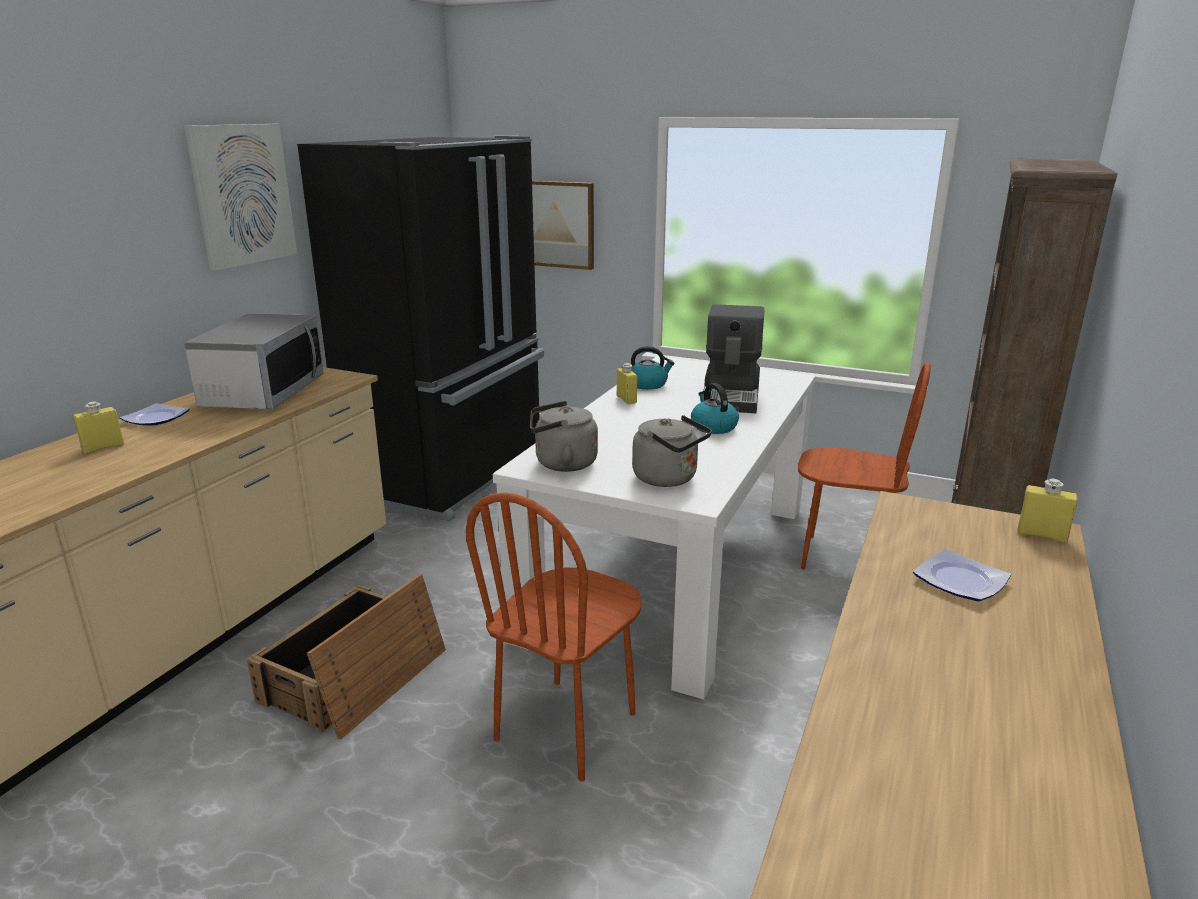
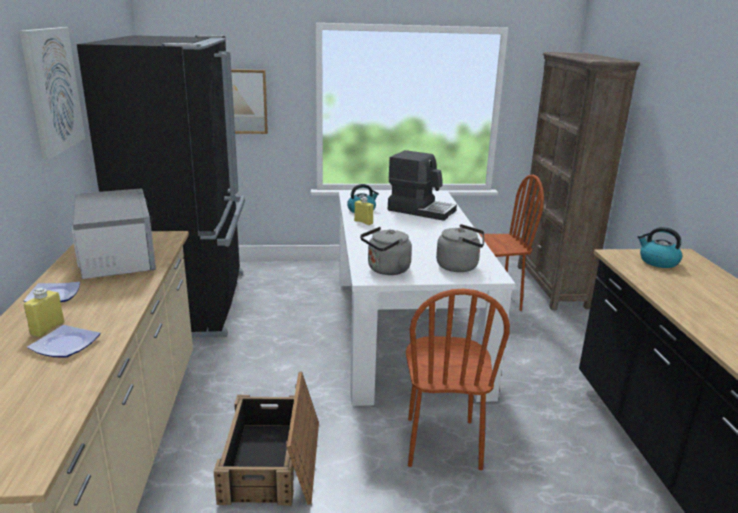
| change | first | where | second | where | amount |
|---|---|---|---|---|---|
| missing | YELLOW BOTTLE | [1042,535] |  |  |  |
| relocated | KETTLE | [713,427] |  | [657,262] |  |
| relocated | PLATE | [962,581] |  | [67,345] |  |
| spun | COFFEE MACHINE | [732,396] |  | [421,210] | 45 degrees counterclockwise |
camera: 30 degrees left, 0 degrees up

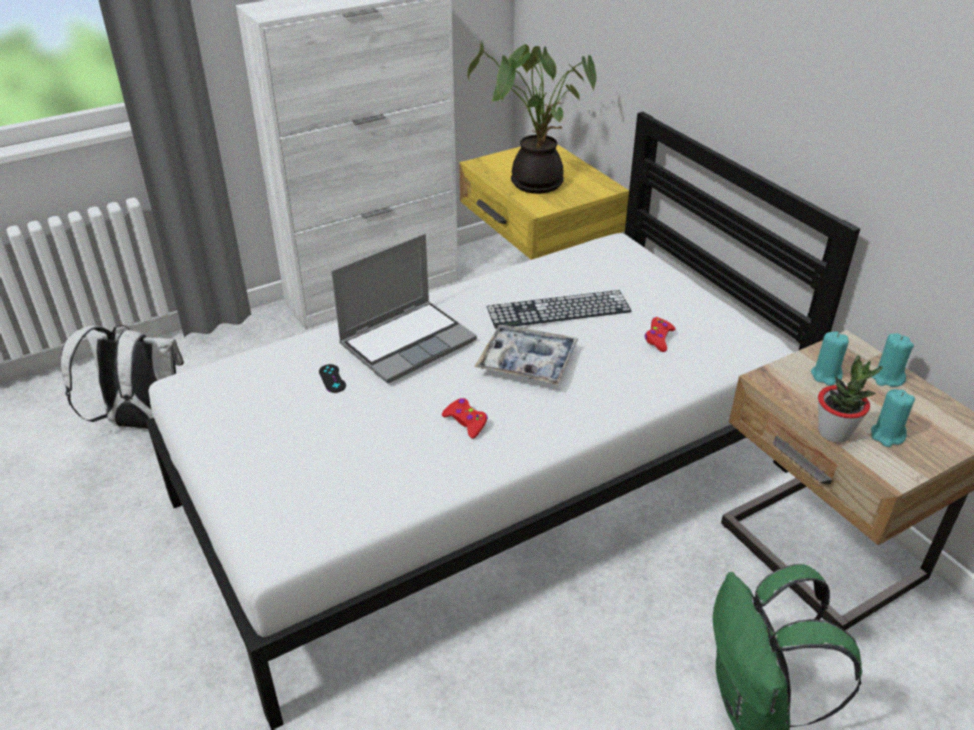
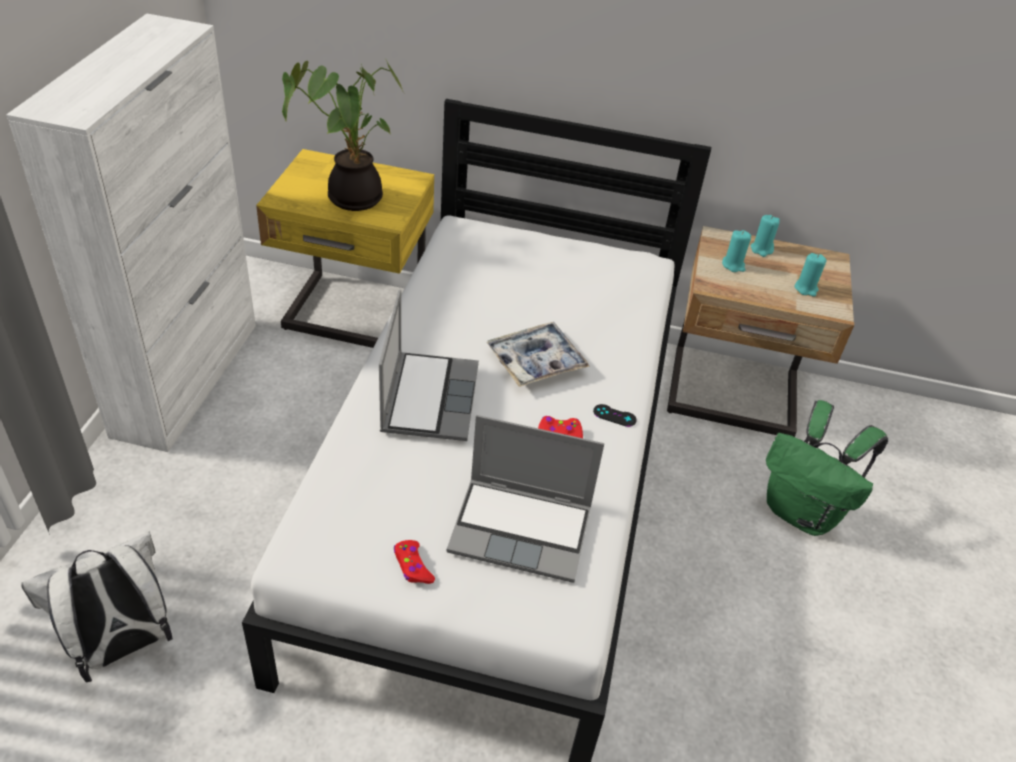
| change | first | where | second | where | amount |
|---|---|---|---|---|---|
| missing | KEYBOARD | [558,310] |  |  |  |
| missing | POTTED PLANT | [834,432] |  |  |  |
| appeared |  |  | LAPTOP | [522,530] |  |
| relocated | BLACK GAME CONTROLLER | [332,378] |  | [614,415] |  |
| relocated | RED GAME CONTROLLER | [658,338] |  | [412,566] |  |
camera: 50 degrees left, 5 degrees up

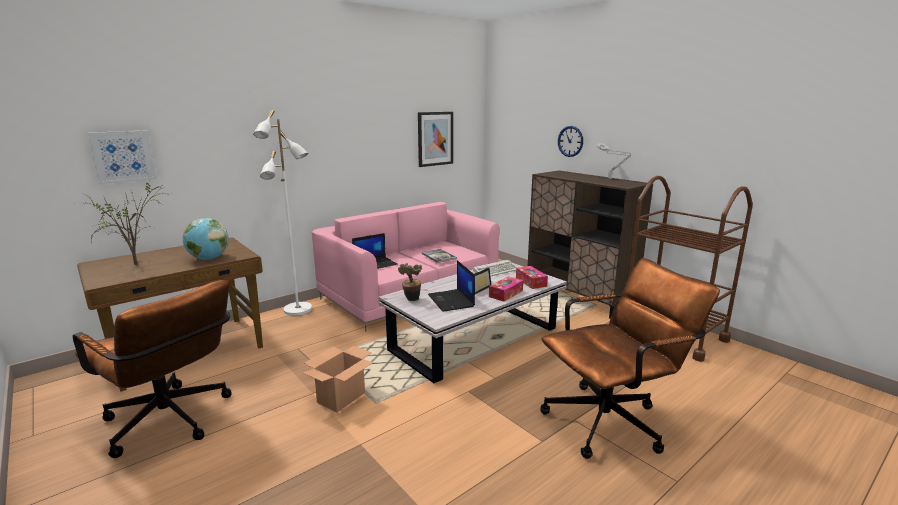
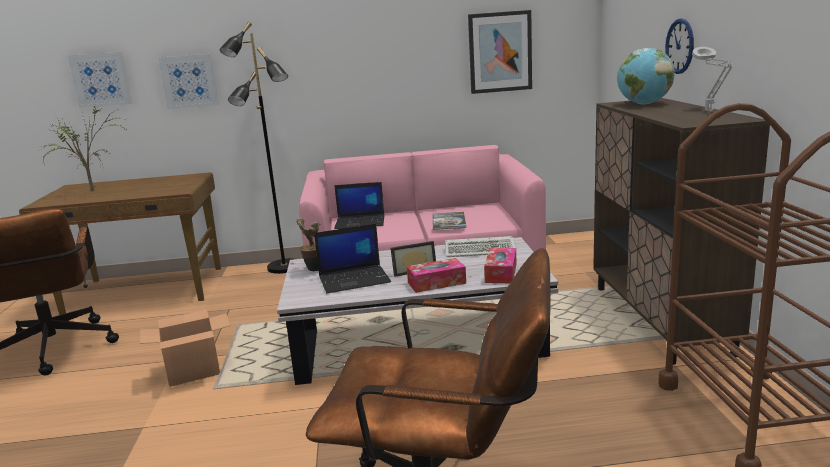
| change | first | where | second | where | amount |
|---|---|---|---|---|---|
| appeared |  |  | PICTURE | [189,81] |  |
| relocated | GLOBE | [209,259] |  | [643,104] |  |
| colour | WHITE FLOOR LAMP | [298,310] | BLACK FLOOR LAMP | [284,268] |  |
| spun | LAPTOP | [451,301] |  | [355,279] | 120 degrees counterclockwise |
camera: 35 degrees right, 0 degrees up

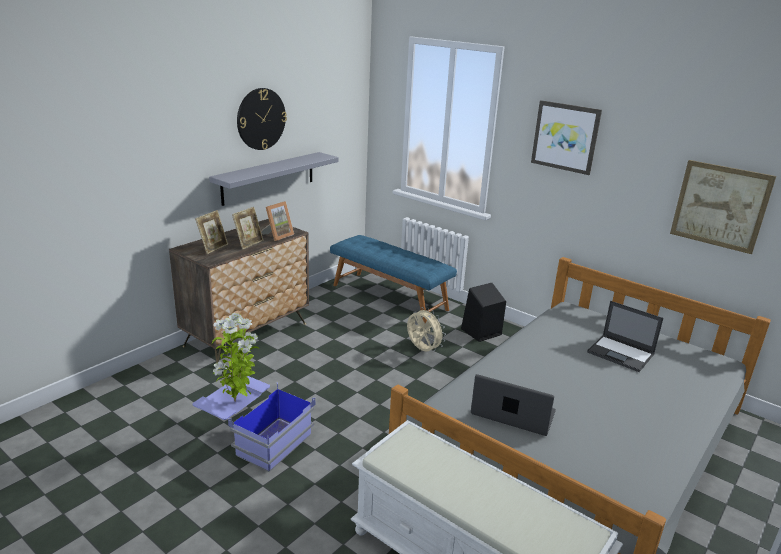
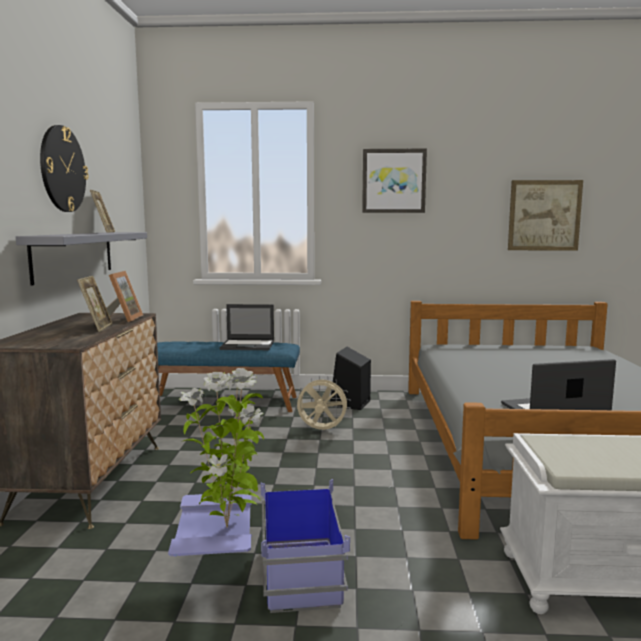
| change | first | where | second | where | amount |
|---|---|---|---|---|---|
| relocated | PICTURE FRAME | [213,248] |  | [104,232] |  |
| relocated | LAPTOP | [621,354] |  | [248,345] |  |
camera: 35 degrees left, 15 degrees down

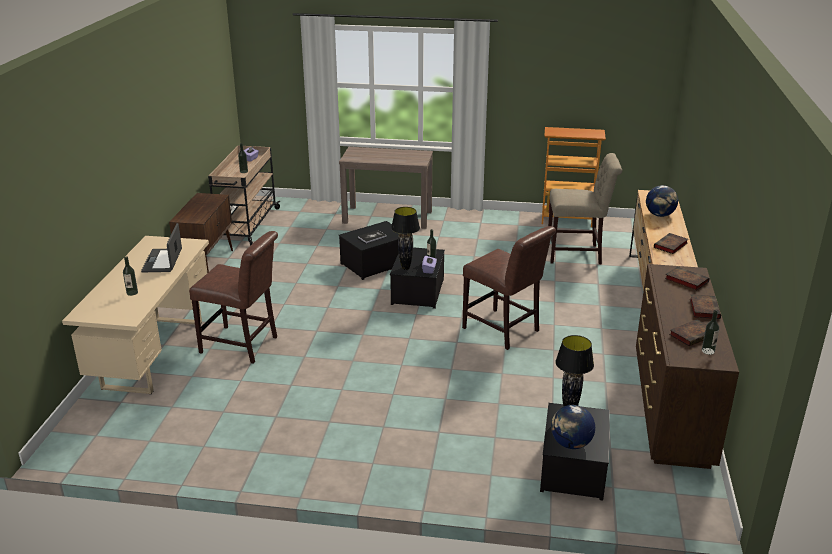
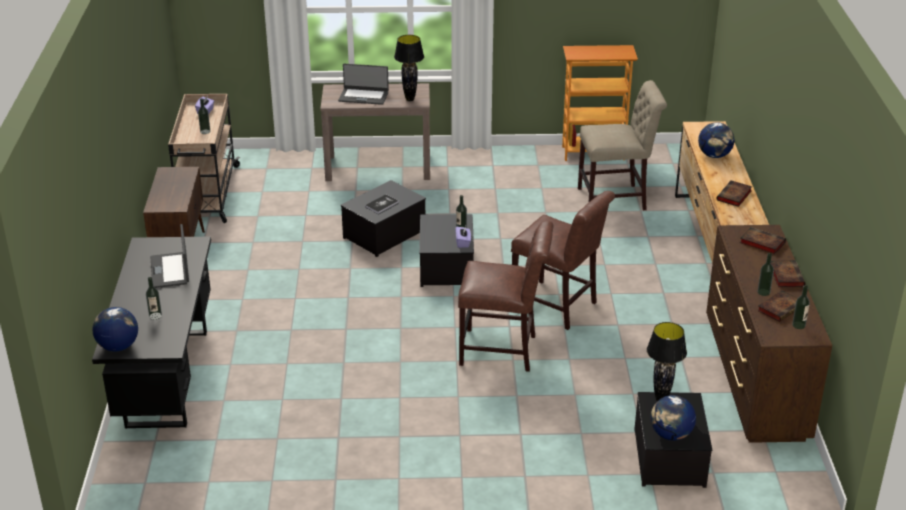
| change | first | where | second | where | amount |
|---|---|---|---|---|---|
| appeared |  |  | GLOBE | [118,346] |  |
| appeared |  |  | LAPTOP | [363,96] |  |
| appeared |  |  | BOTTLE | [763,292] |  |
| relocated | BROWN CHAIR | [242,345] |  | [503,351] |  |
| relocated | BLACK TABLE LAMP | [405,268] |  | [410,99] |  |
| colour | BEIGE DESK | [154,353] | BLACK DESK | [167,377] |  |
camera: 10 degrees left, 5 degrees up

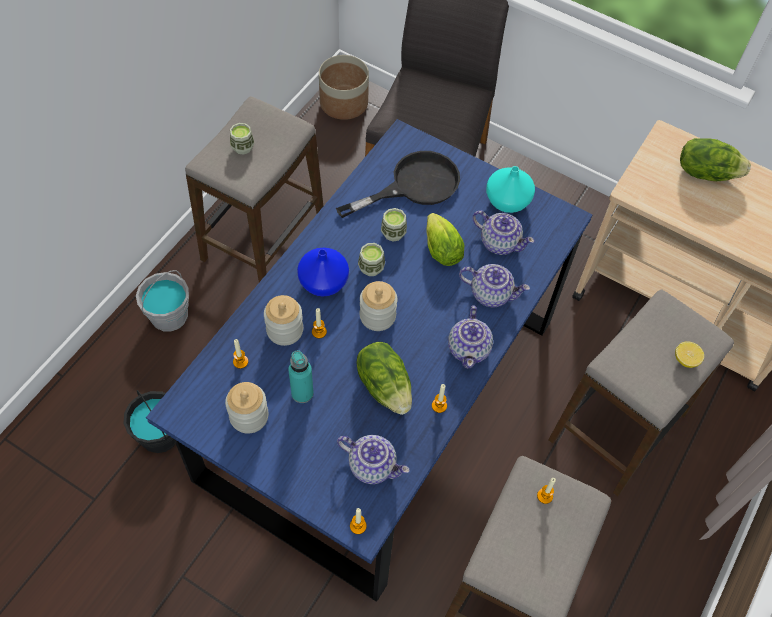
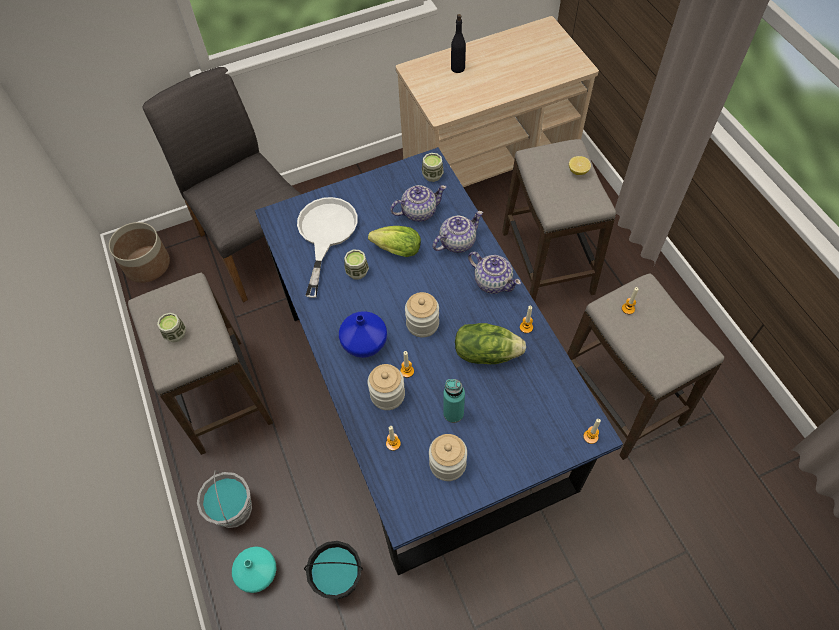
| change | first | where | second | where | amount |
|---|---|---|---|---|---|
| missing | TEAPOT | [373,465] |  |  |  |
| relocated | CUP | [371,267] |  | [432,175] |  |
| relocated | TURQUOISE VASE | [507,202] |  | [258,574] |  |
| exchanged | LETTUCE | [706,172] | BLACK BOTTLE | [458,68] |  |
| colour | BLACK FRYING PAN | [414,185] | WHITE FRYING PAN | [325,234] |  |
camera: 50 degrees left, 0 degrees up

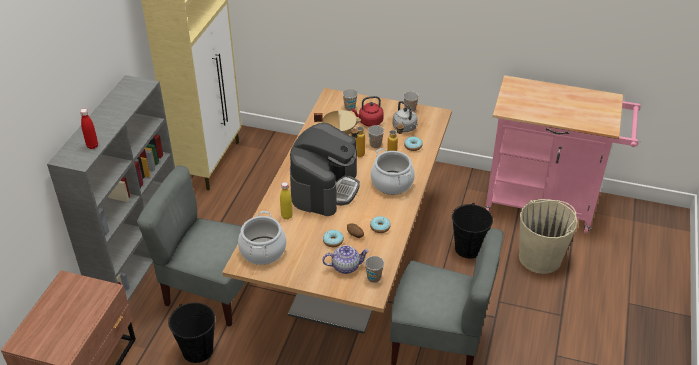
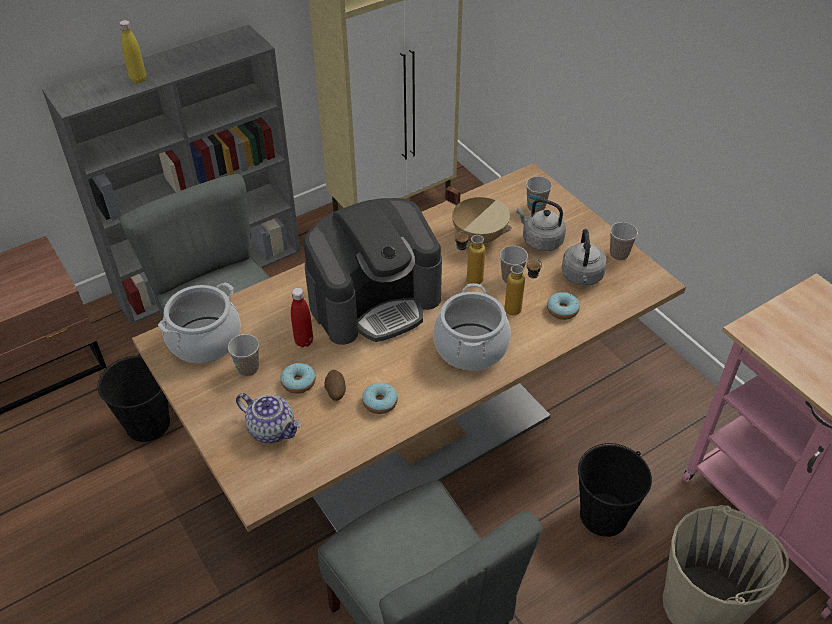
| change | first | where | second | where | amount |
|---|---|---|---|---|---|
| relocated | RED BOTTLE | [92,146] |  | [304,341] |  |
| relocated | YELLOW BOTTLE | [286,216] |  | [138,80] |  |
| relocated | CUP | [374,278] |  | [248,368] |  |
| colour | RED KETTLE | [369,122] | GREY KETTLE | [540,241] |  |
camera: 40 degrees right, 5 degrees up

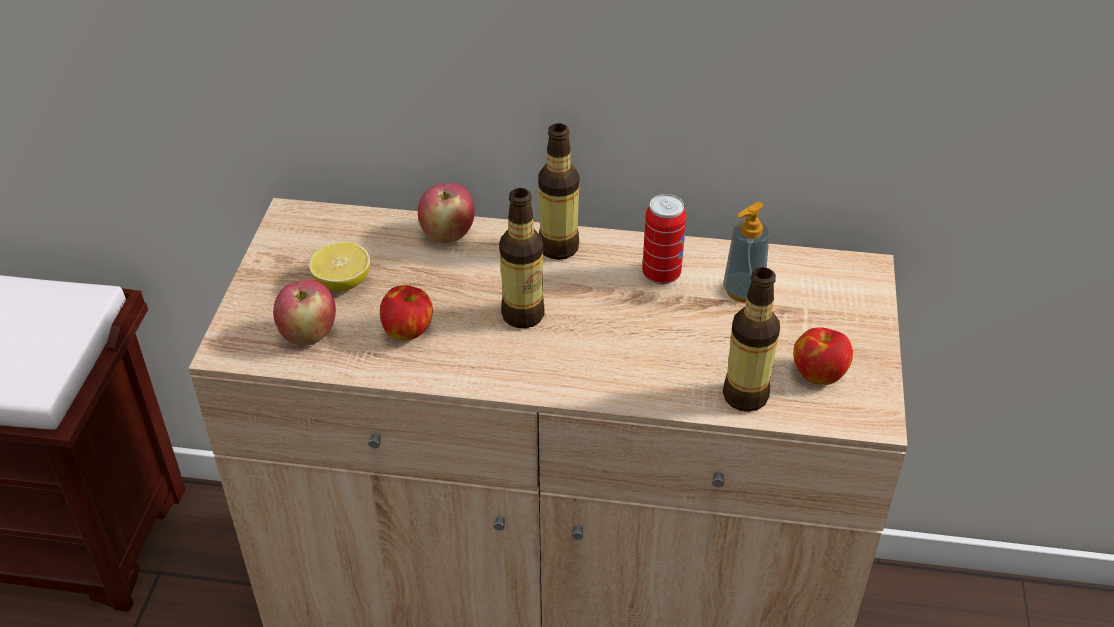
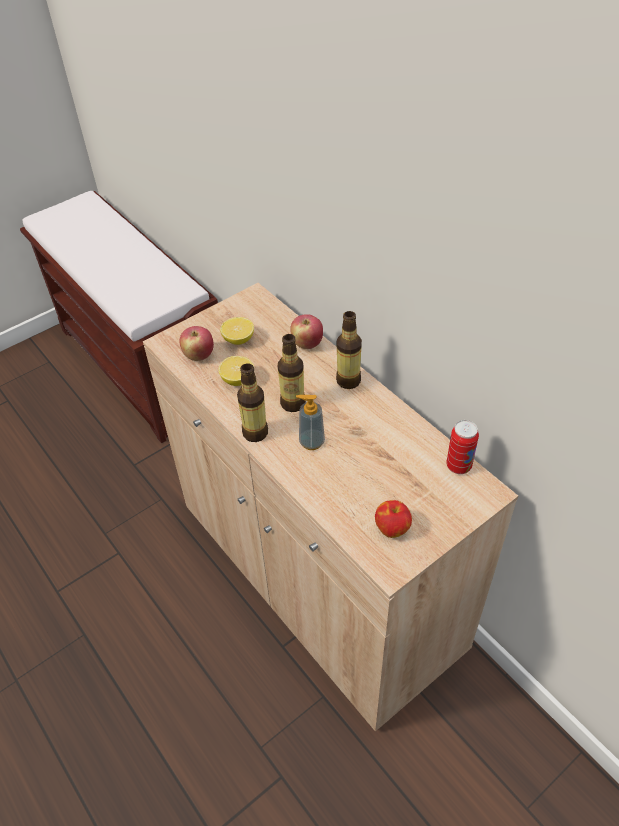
| change | first | where | second | where | amount |
|---|---|---|---|---|---|
| relocated | CAN | [661,274] |  | [458,466] |  |
| relocated | SOAP DISPENSER | [743,291] |  | [311,442] |  |
| relocated | BOTTLE | [745,396] |  | [255,433] |  |
| exchanged | APPLE | [408,331] | LEMON | [237,379] |  |
camera: 45 degrees right, 5 degrees up

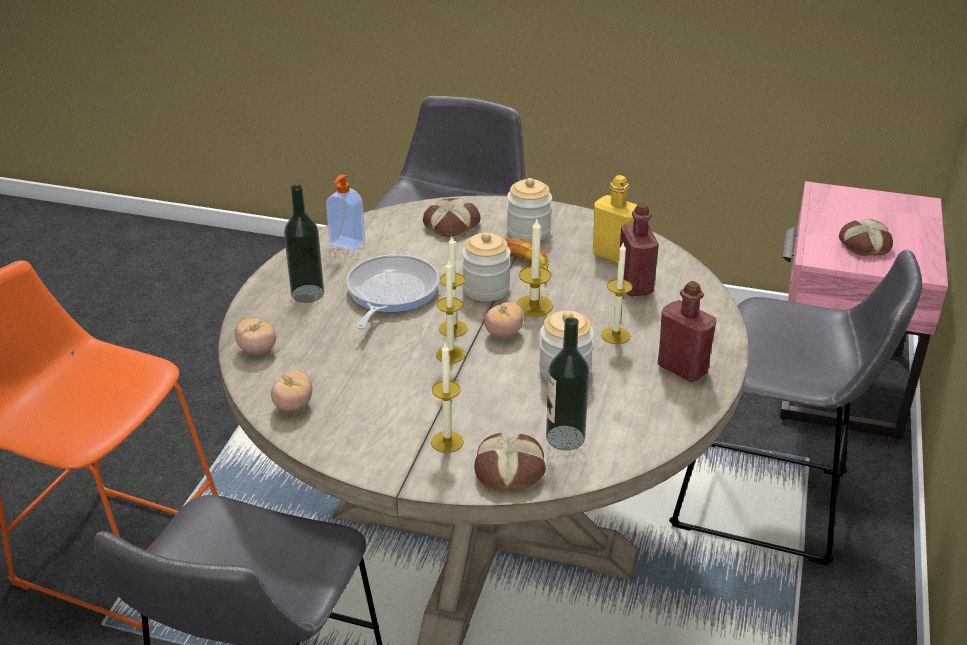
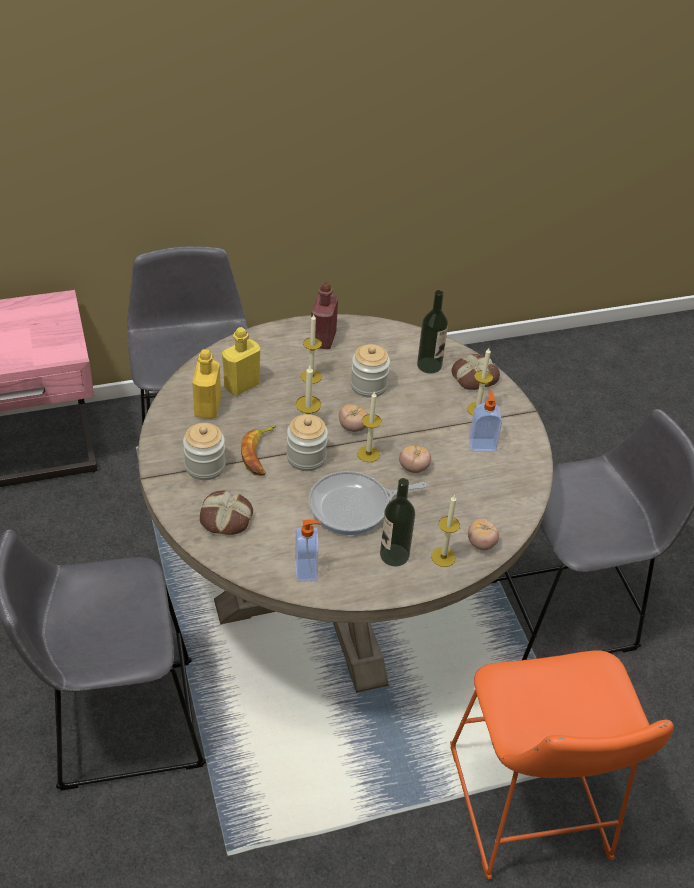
| change | first | where | second | where | amount |
|---|---|---|---|---|---|
| missing | BREAD | [863,244] |  |  |  |
| appeared |  |  | SOAP DISPENSER | [482,444] |  |
| relocated | TOMATO | [293,406] |  | [413,468] |  |
| relocated | CANDLE | [450,354] |  | [443,557] |  |
| colour | RED BOTTLE | [635,285] | YELLOW BOTTLE | [241,385] |  |
camera: 125 degrees left, 10 degrees up

